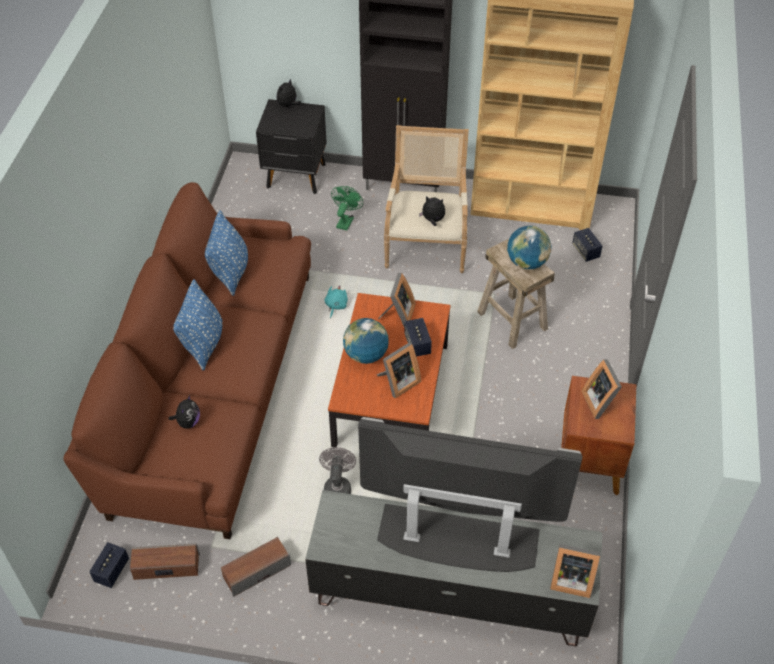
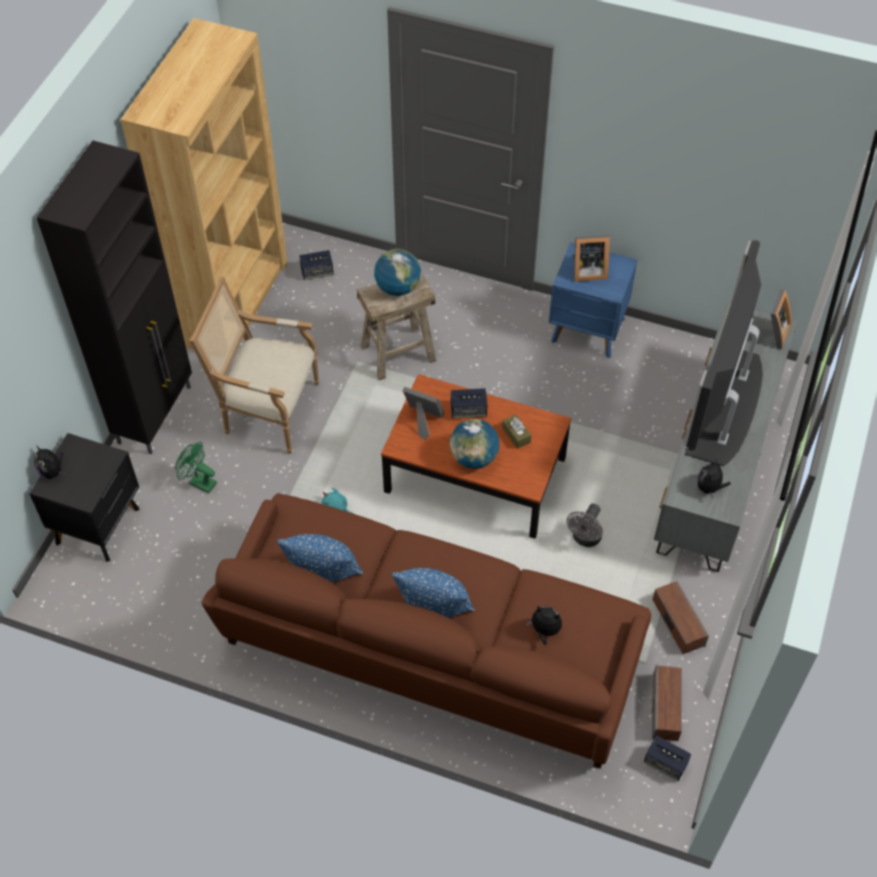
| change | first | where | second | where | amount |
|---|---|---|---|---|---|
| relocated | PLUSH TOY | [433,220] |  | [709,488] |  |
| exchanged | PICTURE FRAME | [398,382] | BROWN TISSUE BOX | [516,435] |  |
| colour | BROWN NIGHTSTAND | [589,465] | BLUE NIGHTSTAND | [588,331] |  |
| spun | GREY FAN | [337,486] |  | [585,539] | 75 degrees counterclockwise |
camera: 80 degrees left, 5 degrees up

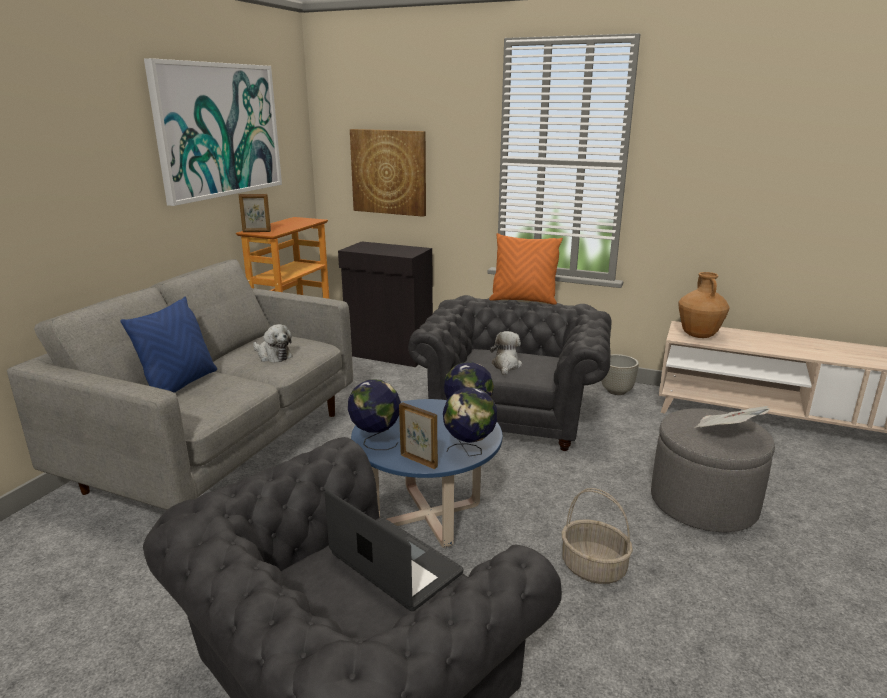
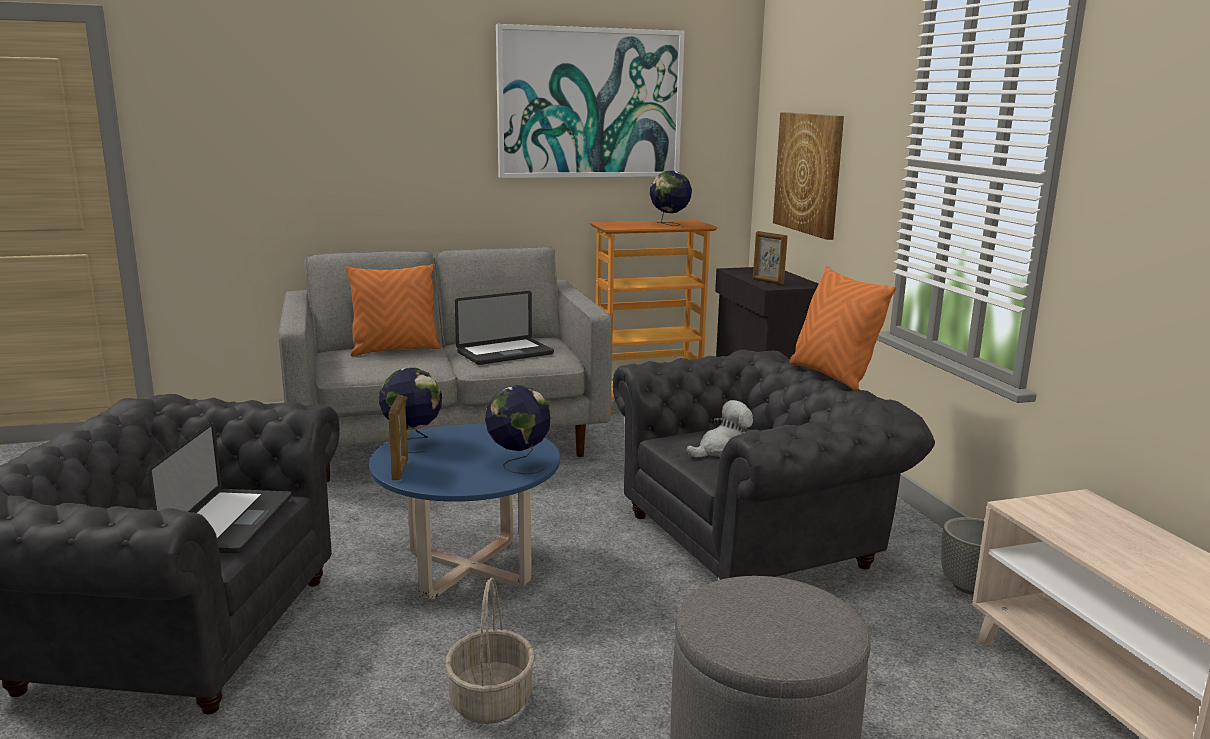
| change | first | where | second | where | amount |
|---|---|---|---|---|---|
| missing | BROWN VASE | [698,335] |  |  |  |
| missing | NEWSPAPER | [727,432] |  |  |  |
| relocated | PICTURE FRAME | [256,232] |  | [767,281] |  |
| relocated | GLOBE | [469,451] |  | [669,224] |  |
| exchanged | PLUSH TOY | [273,356] | LAPTOP | [505,353] |  |
| colour | BLUE PILLOW | [180,385] | ORANGE PILLOW | [395,350] |  |
camera: 50 degrees right, 5 degrees down

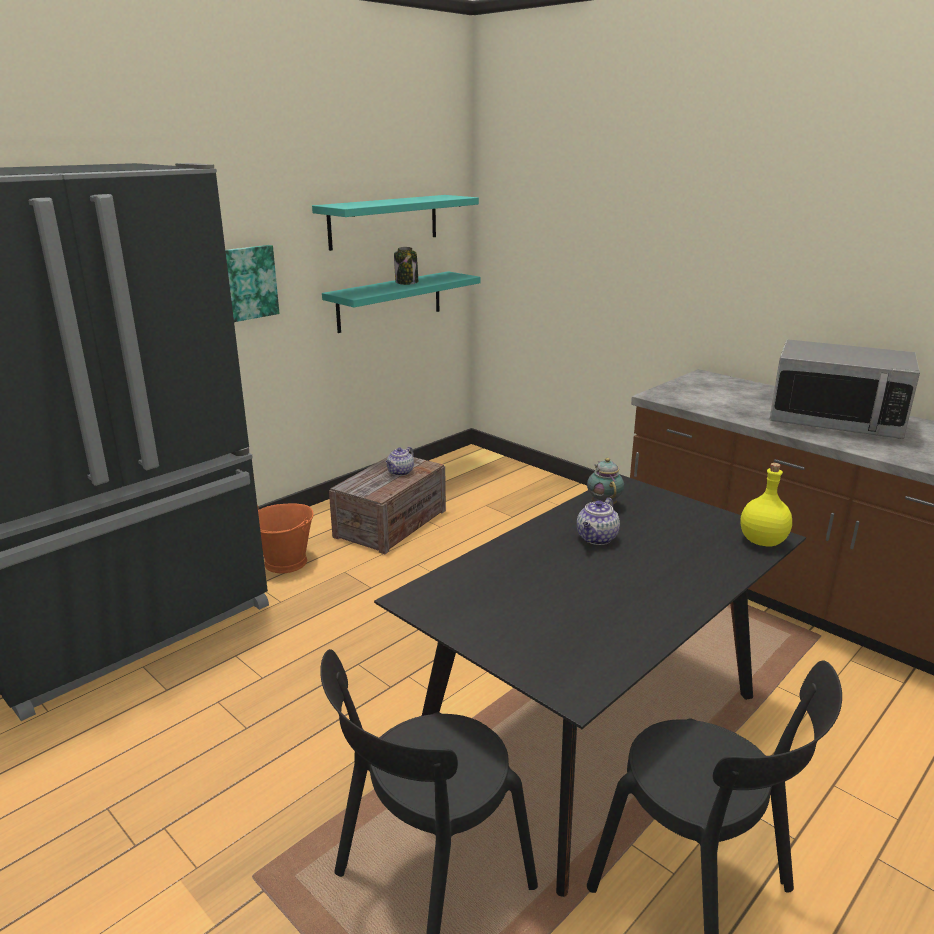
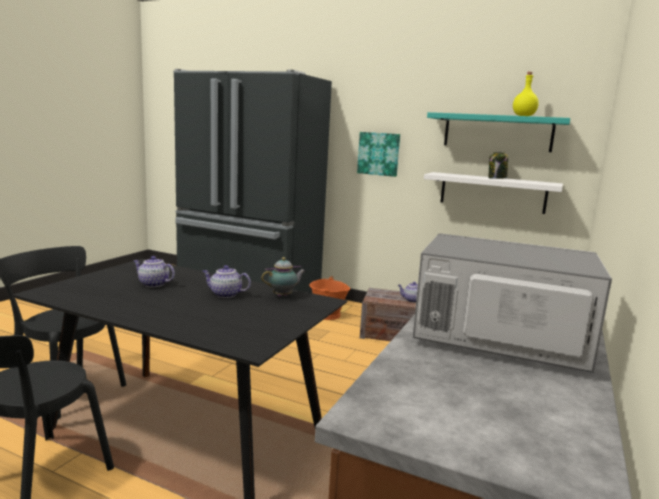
| change | first | where | second | where | amount |
|---|---|---|---|---|---|
| appeared |  |  | TEAPOT | [153,284] |  |
| relocated | YELLOW BOTTLE | [761,541] |  | [523,116] |  |
| colour | TURQUOISE SHELF | [390,301] | WHITE SHELF | [492,192] |  |
| spun | MICROWAVE | [835,421] |  | [499,341] | 105 degrees clockwise |
camera: 70 degrees right, 10 degrees down

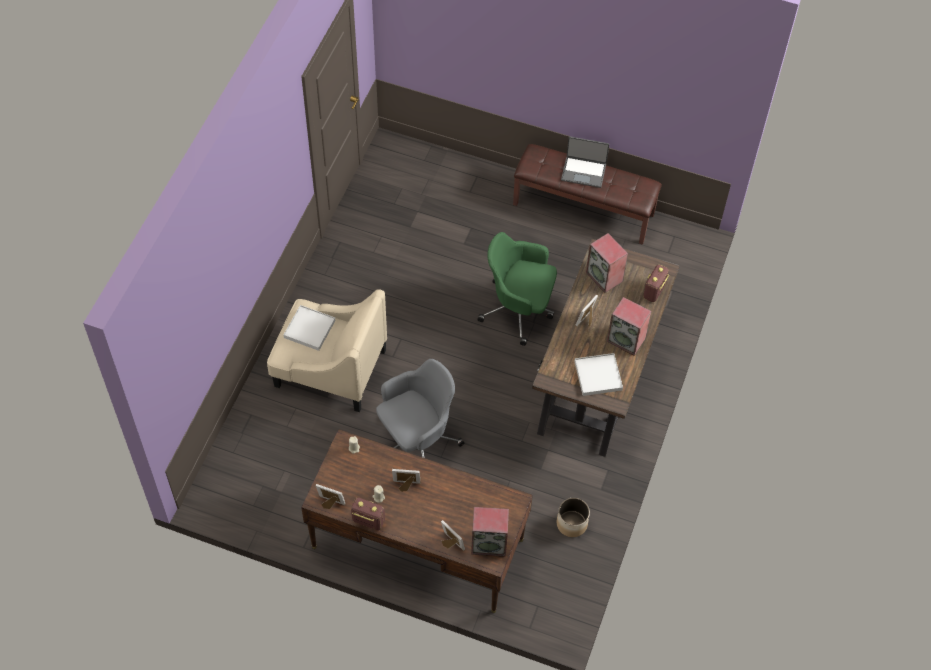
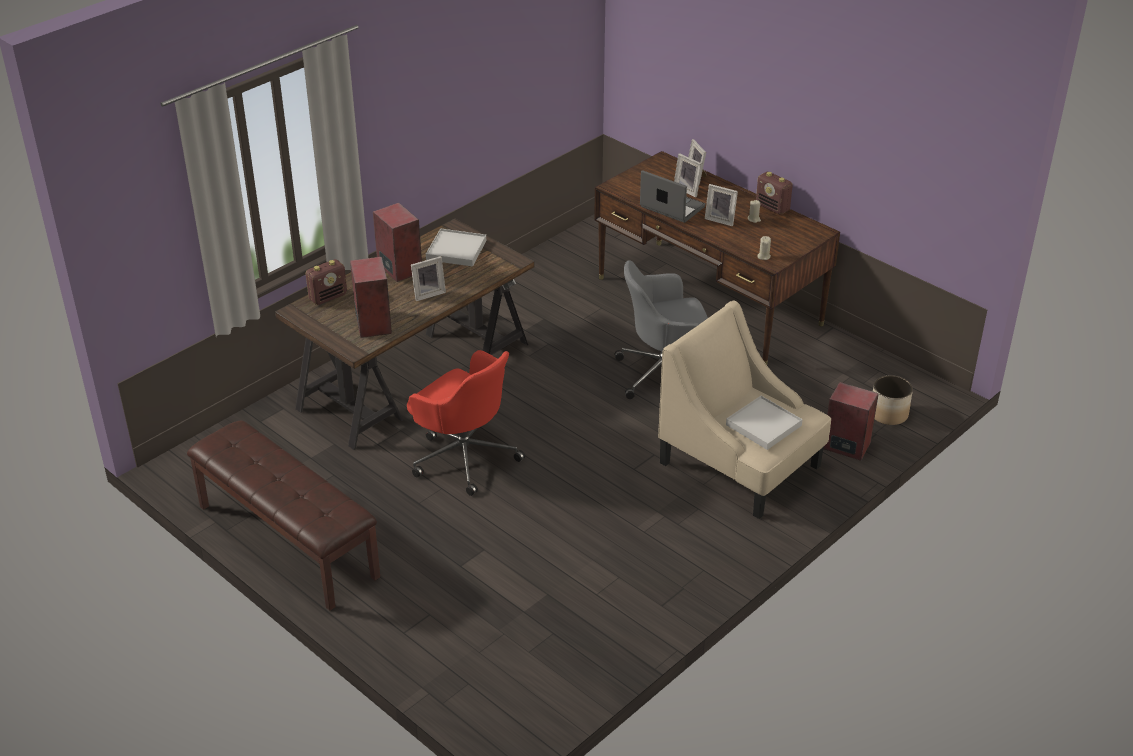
| change | first | where | second | where | amount |
|---|---|---|---|---|---|
| relocated | PICTURE FRAME | [330,504] |  | [688,190] |  |
| relocated | SPEAKER | [489,542] |  | [845,446] |  |
| relocated | PLANTER | [571,523] |  | [888,414] |  |
| relocated | LAPTOP | [583,171] |  | [671,207] |  |
| colour | GREEN OFFICE CHAIR | [519,310] | RED OFFICE CHAIR | [464,456] |  |
camera: 155 degrees left, 20 degrees down

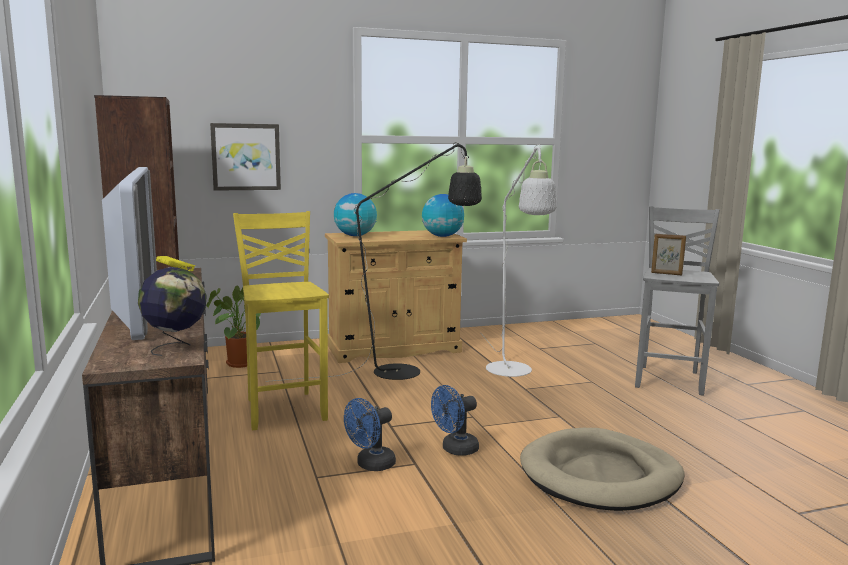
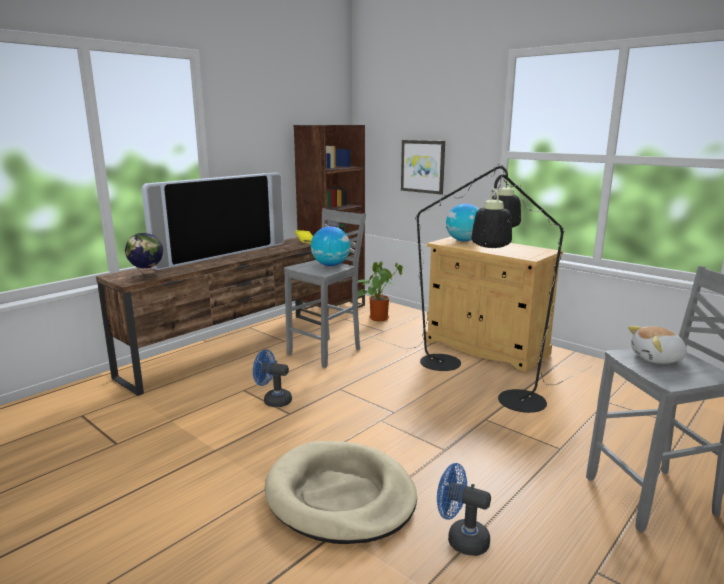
| change | first | where | second | where | amount |
|---|---|---|---|---|---|
| relocated | GLOBE | [442,236] |  | [330,265] |  |
| relocated | BLUE FAN | [455,450] |  | [461,539] |  |
| exchanged | PICTURE FRAME | [666,274] | PLUSH TOY | [657,359] |  |
| colour | YELLOW STOOL | [285,409] | GREY STOOL | [326,352] |  |
| colour | WHITE FLOOR LAMP | [512,373] | BLACK FLOOR LAMP | [514,405] |  |
camera: 60 degrees right, 5 degrees up

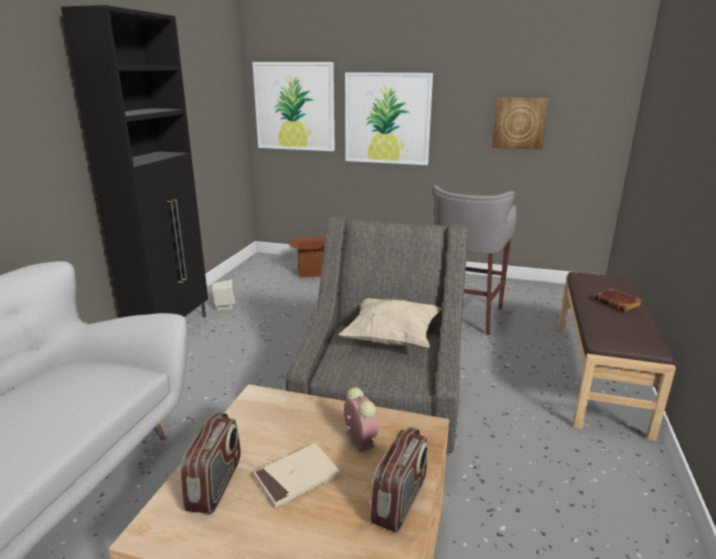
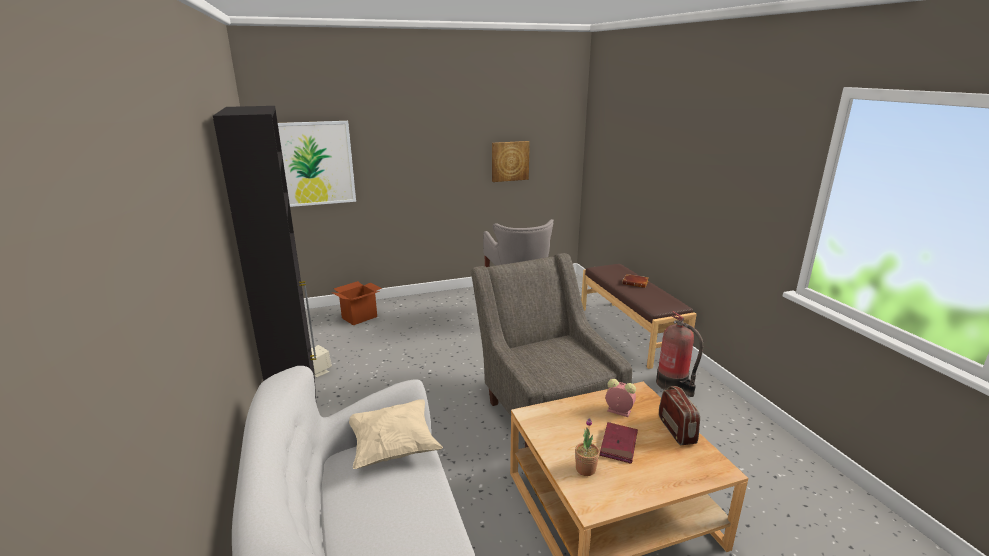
| change | first | where | second | where | amount |
|---|---|---|---|---|---|
| missing | PICTURE | [387,118] |  |  |  |
| appeared |  |  | FIRE EXTINGUISHER | [673,385] |  |
| relocated | BEIGE PILLOW | [391,339] |  | [393,447] |  |
| exchanged | RADIO | [215,484] | POTTED PLANT | [585,469] |  |
| colour | BEIGE BOOK | [296,478] | RED BOOK | [618,444] |  |
camera: 35 degrees left, 0 degrees up

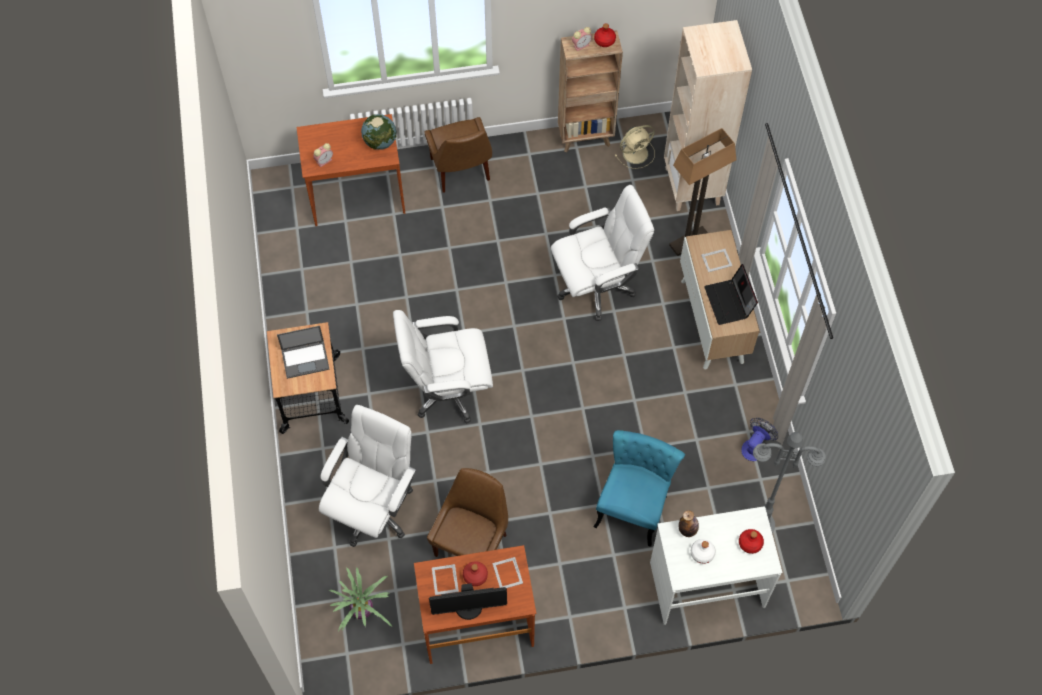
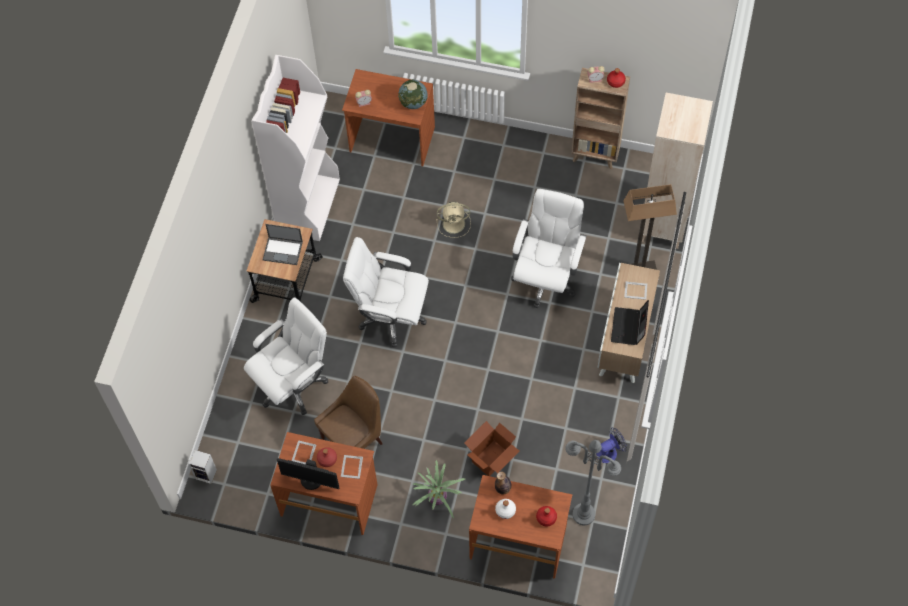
| change | first | where | second | where | amount |
|---|---|---|---|---|---|
| missing | BROWN CHAIR | [461,171] |  |  |  |
| appeared |  |  | SPEAKER | [207,474] |  |
| appeared |  |  | WHITE BOOKCASE | [308,205] |  |
| relocated | POTTED PLANT | [362,611] |  | [437,499] |  |
| relocated | BEIGE FAN | [636,153] |  | [455,223] |  |
| exchanged | TURQUOISE CHAIR | [634,504] | CARDBOARD BOX | [491,458] |  |
| colour | WHITE DESK | [707,583] | BROWN DESK | [518,541] |  |
| spun | WHITE OFFICE CHAIR | [596,286] |  | [545,278] | 75 degrees counterclockwise |
camera: 25 degrees right, 0 degrees up

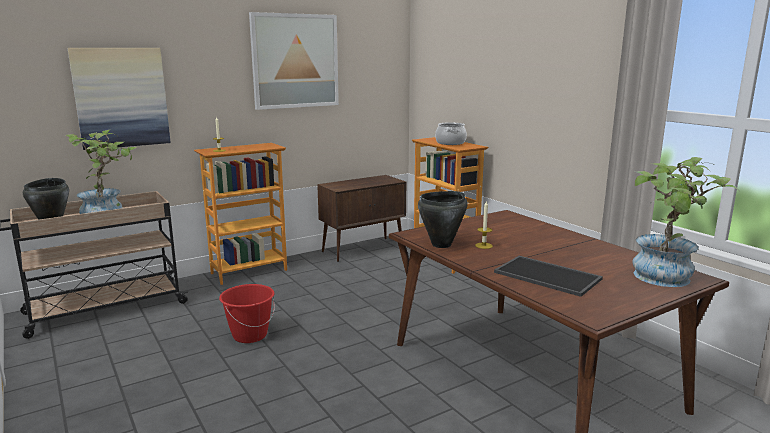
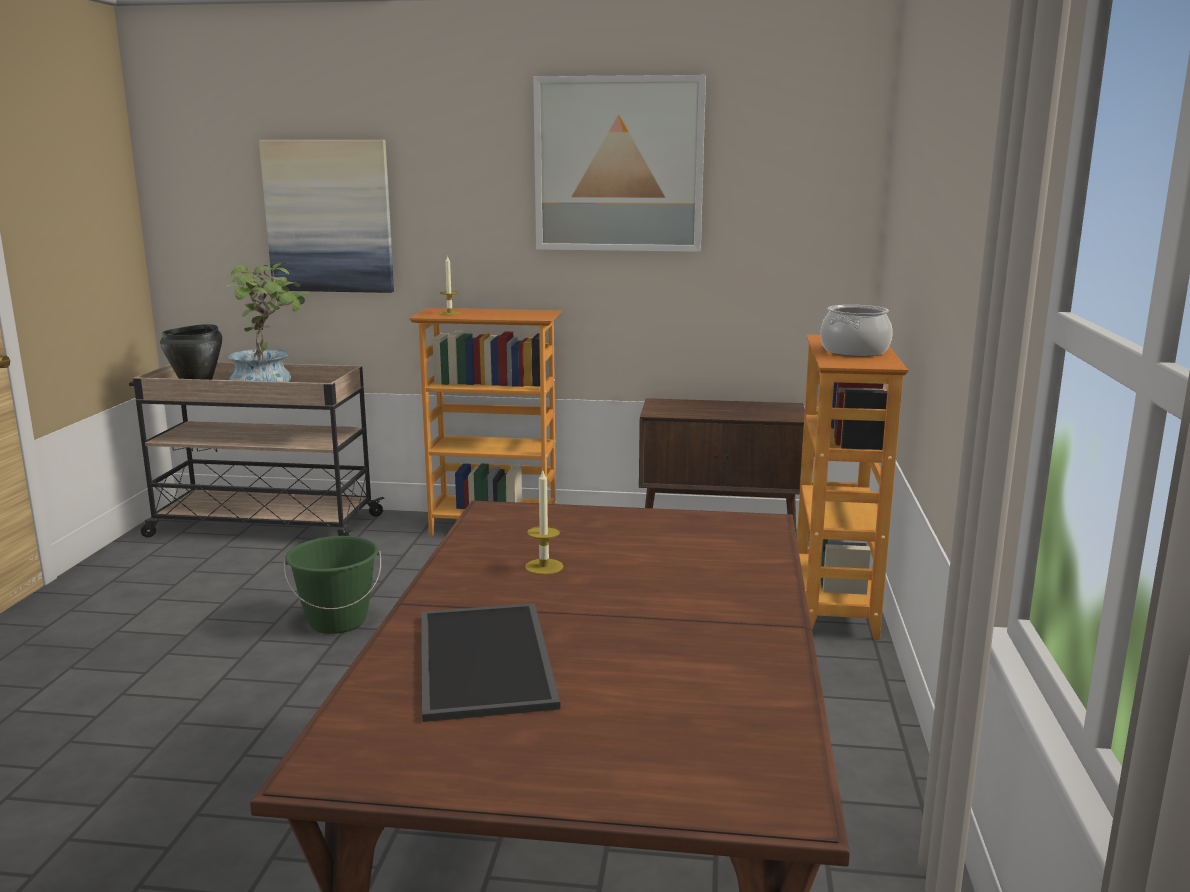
| change | first | where | second | where | amount |
|---|---|---|---|---|---|
| missing | BLACK COOKING POT | [442,245] |  |  |  |
| missing | POTTED PLANT | [666,280] |  |  |  |
| colour | RED BUCKET | [250,335] | GREEN BUCKET | [337,621] |  |
camera: 40 degrees right, 0 degrees up

